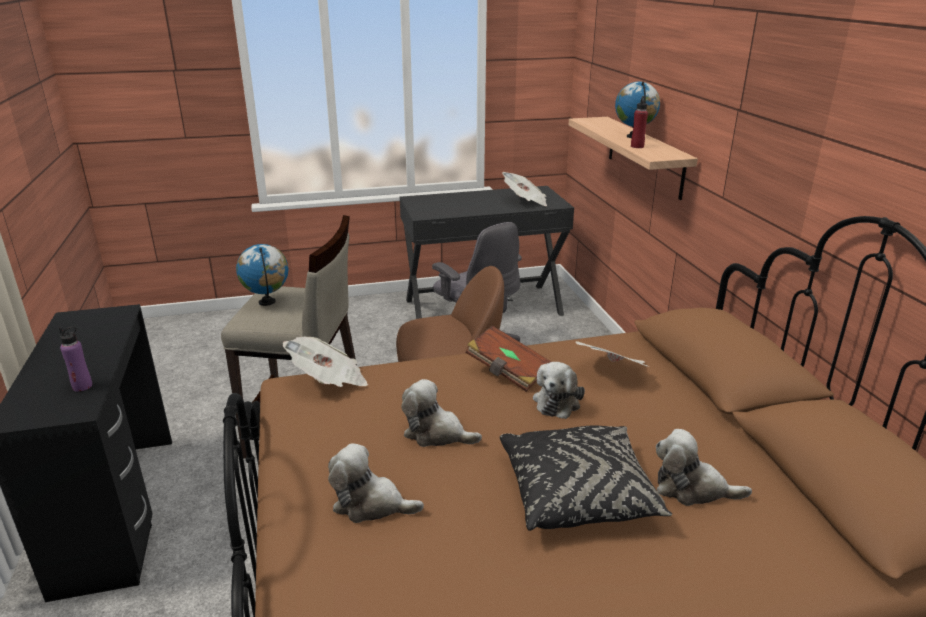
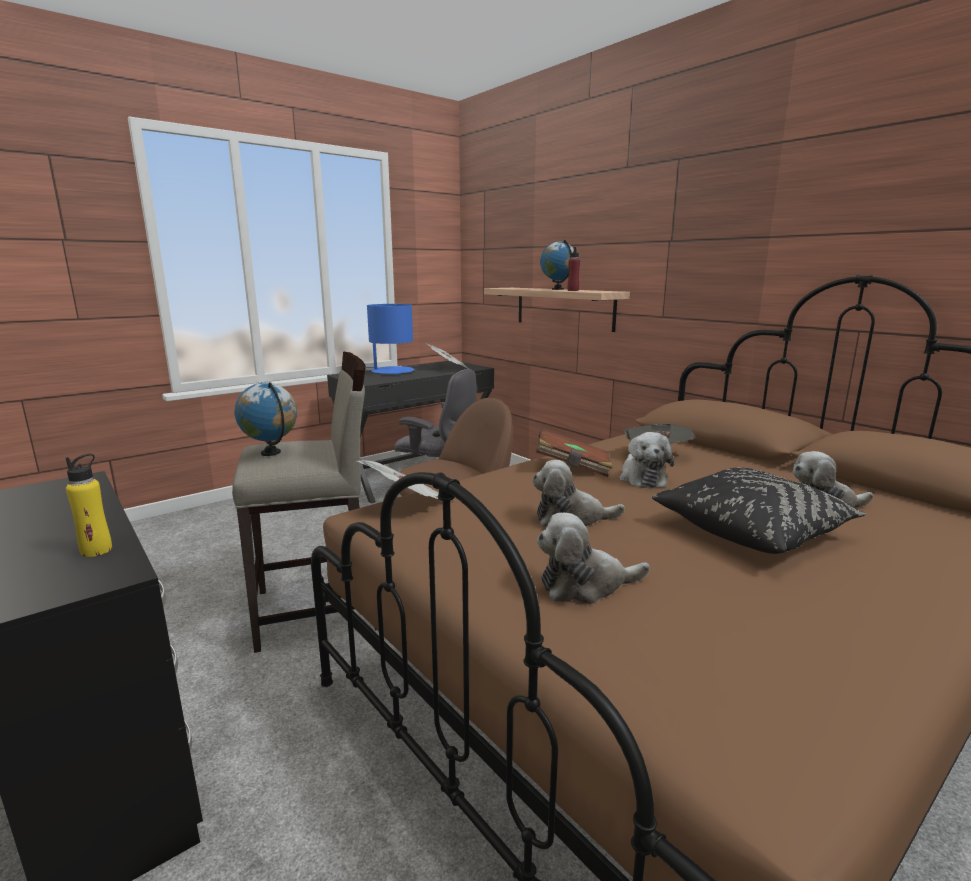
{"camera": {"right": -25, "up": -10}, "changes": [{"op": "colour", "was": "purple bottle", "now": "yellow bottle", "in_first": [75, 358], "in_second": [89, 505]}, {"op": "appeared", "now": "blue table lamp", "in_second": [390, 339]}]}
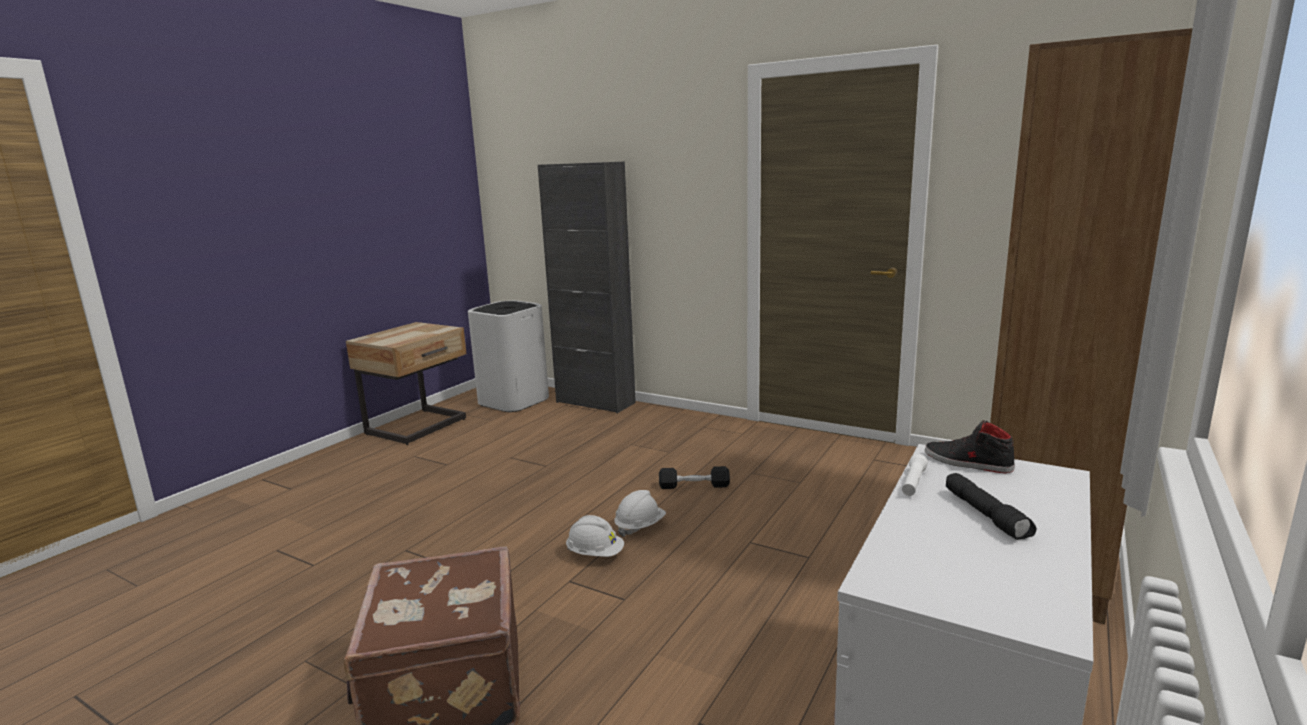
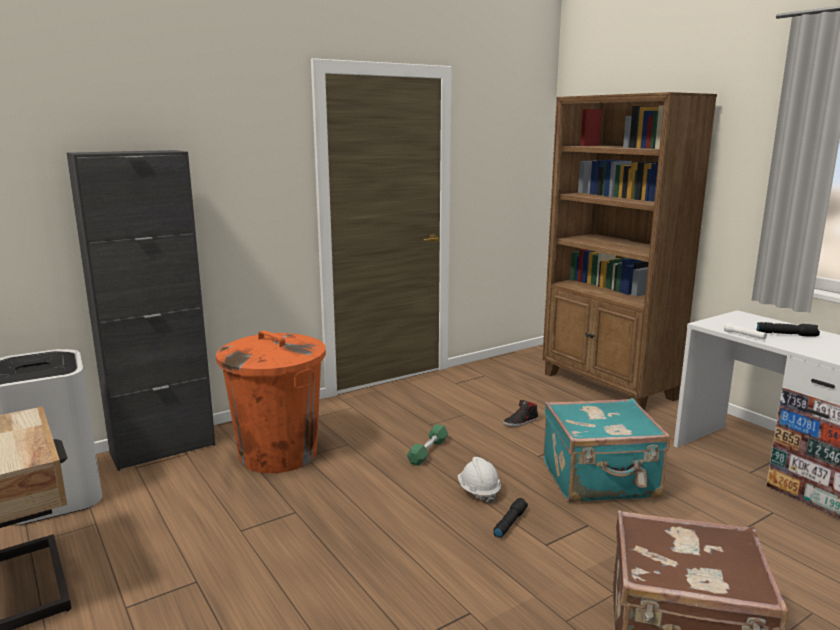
{"camera": {"right": -65, "up": 0}, "changes": [{"op": "exchanged", "was": "white hard hat", "now": "black flashlight", "in_first": [595, 536], "in_second": [510, 518]}, {"op": "colour", "was": "black dumbbell", "now": "green dumbbell", "in_first": [694, 477], "in_second": [427, 445]}, {"op": "relocated", "was": "black shoe", "in_first": [970, 447], "in_second": [520, 413]}, {"op": "appeared", "now": "orange trash can", "in_second": [271, 401]}, {"op": "appeared", "now": "turquoise suitcase", "in_second": [606, 450]}]}
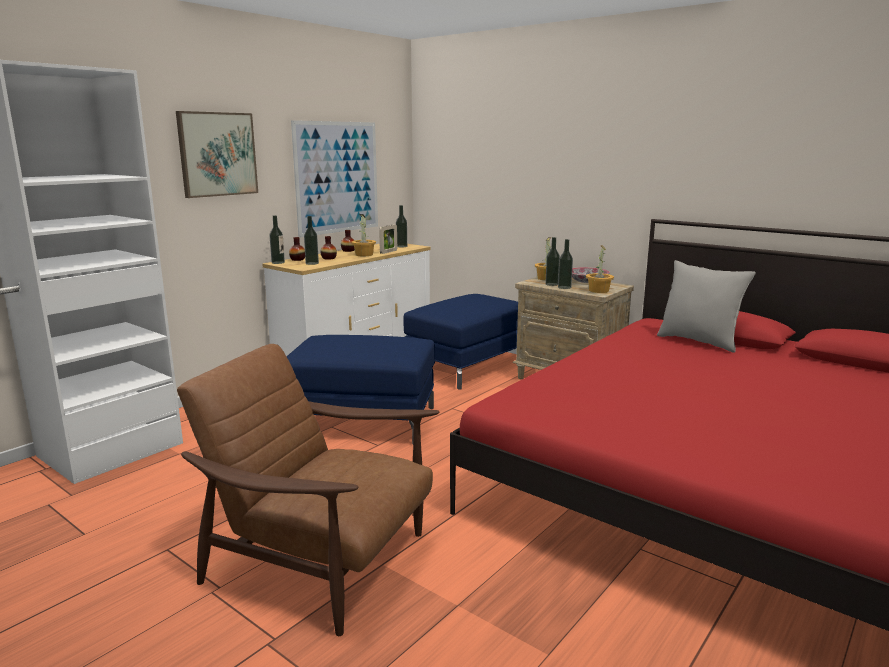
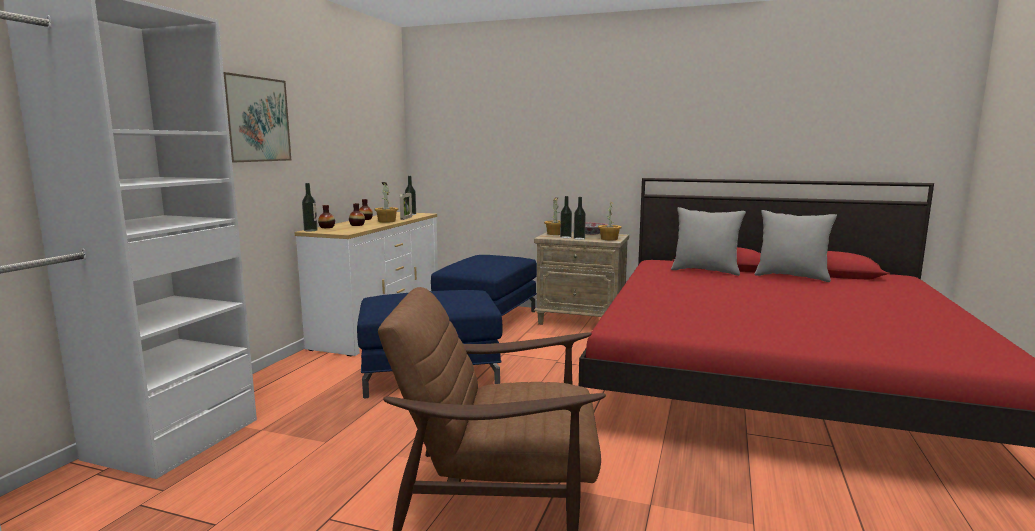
{"camera": {"right": -20, "up": -5}, "changes": [{"op": "missing", "was": "picture", "in_first": [334, 178]}, {"op": "missing", "was": "bottle", "in_first": [311, 240]}, {"op": "appeared", "now": "grey pillow", "in_second": [795, 246]}]}
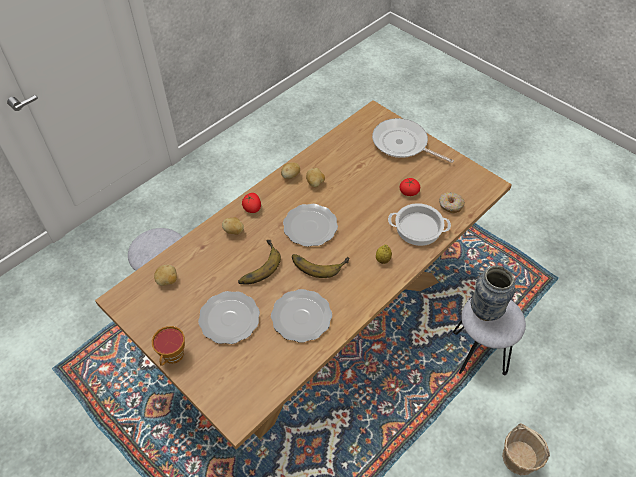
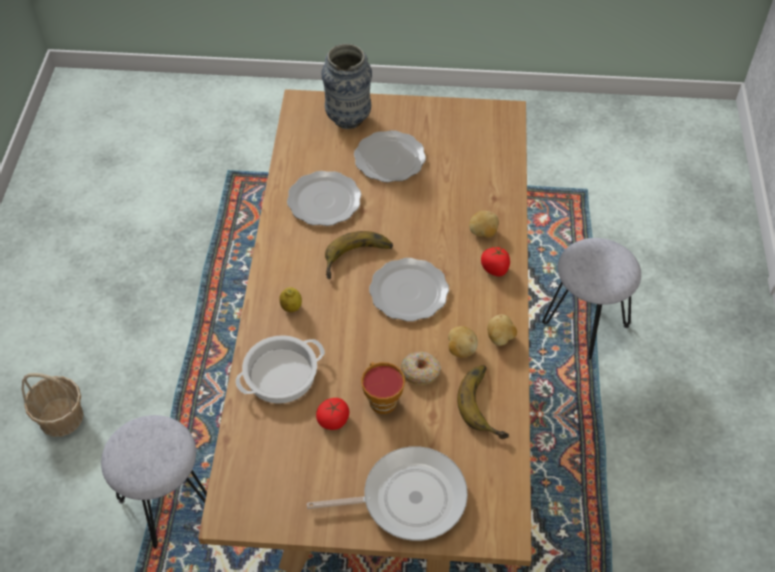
{"camera": {"right": 140, "up": 0}, "changes": [{"op": "relocated", "was": "cup", "in_first": [168, 346], "in_second": [383, 388]}, {"op": "missing", "was": "potato", "in_first": [165, 275]}, {"op": "relocated", "was": "banana", "in_first": [259, 262], "in_second": [483, 402]}, {"op": "relocated", "was": "donut", "in_first": [452, 203], "in_second": [421, 368]}, {"op": "relocated", "was": "vase", "in_first": [493, 293], "in_second": [346, 86]}]}
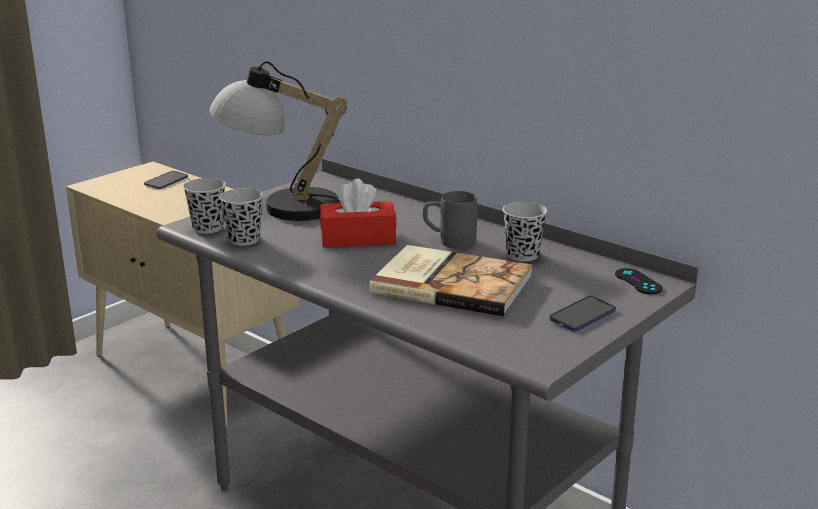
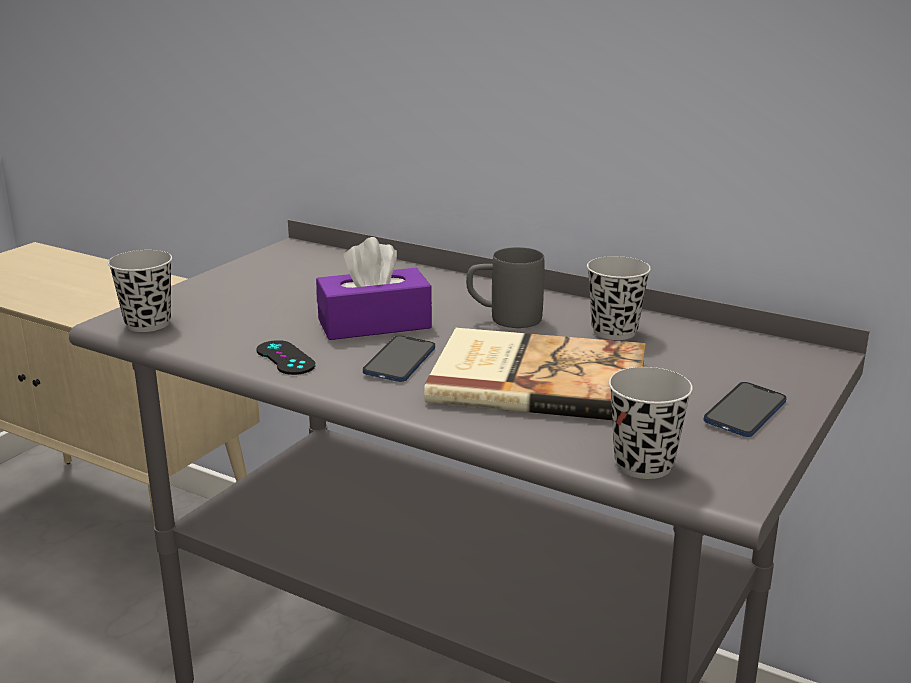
{"camera": {"right": -10, "up": 0}, "changes": [{"op": "relocated", "was": "phone", "in_first": [166, 180], "in_second": [399, 358]}, {"op": "missing", "was": "table lamp", "in_first": [278, 141]}, {"op": "relocated", "was": "black cup", "in_first": [241, 217], "in_second": [651, 423]}, {"op": "colour", "was": "red tissue box", "now": "purple tissue box", "in_first": [358, 213], "in_second": [374, 288]}, {"op": "relocated", "was": "black game controller", "in_first": [639, 281], "in_second": [286, 357]}]}
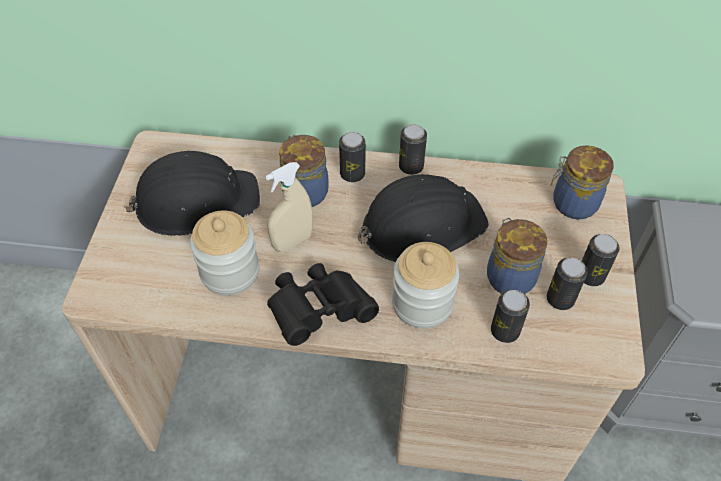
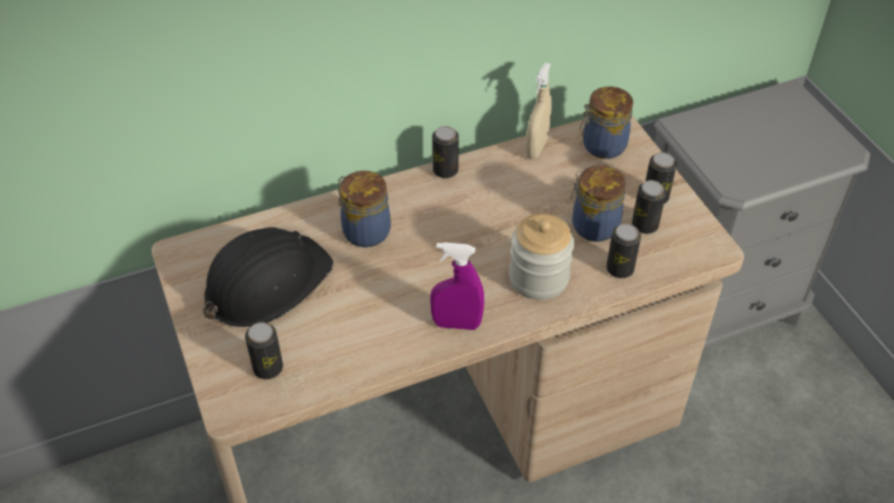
{"camera": {"right": -30, "up": -5}, "changes": [{"op": "missing", "was": "jar", "in_first": [225, 253]}, {"op": "relocated", "was": "beige spray bottle", "in_first": [289, 207], "in_second": [538, 110]}, {"op": "exchanged", "was": "black binoculars", "now": "purple spray bottle", "in_first": [323, 304], "in_second": [457, 286]}, {"op": "relocated", "was": "can", "in_first": [352, 157], "in_second": [264, 350]}, {"op": "missing", "was": "black hard hat", "in_first": [423, 218]}]}
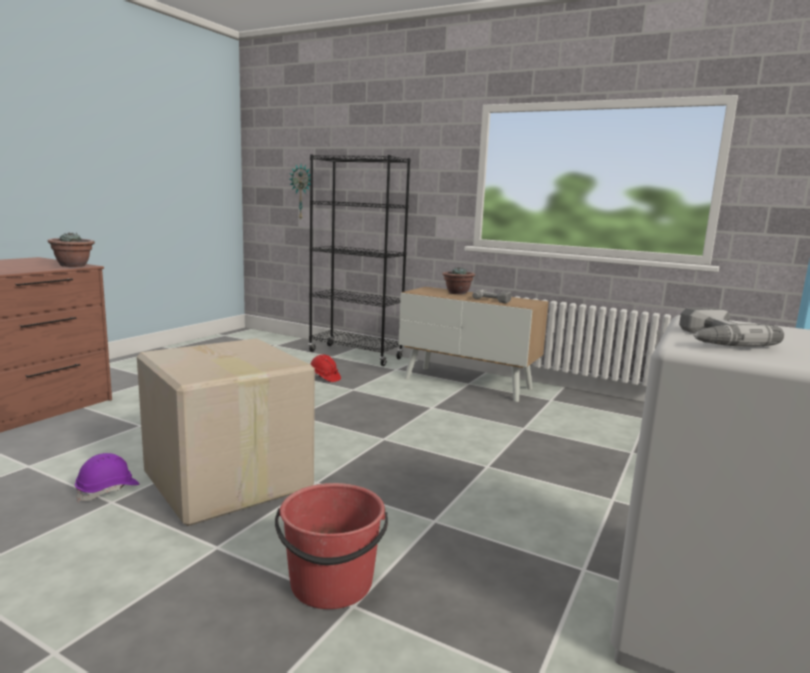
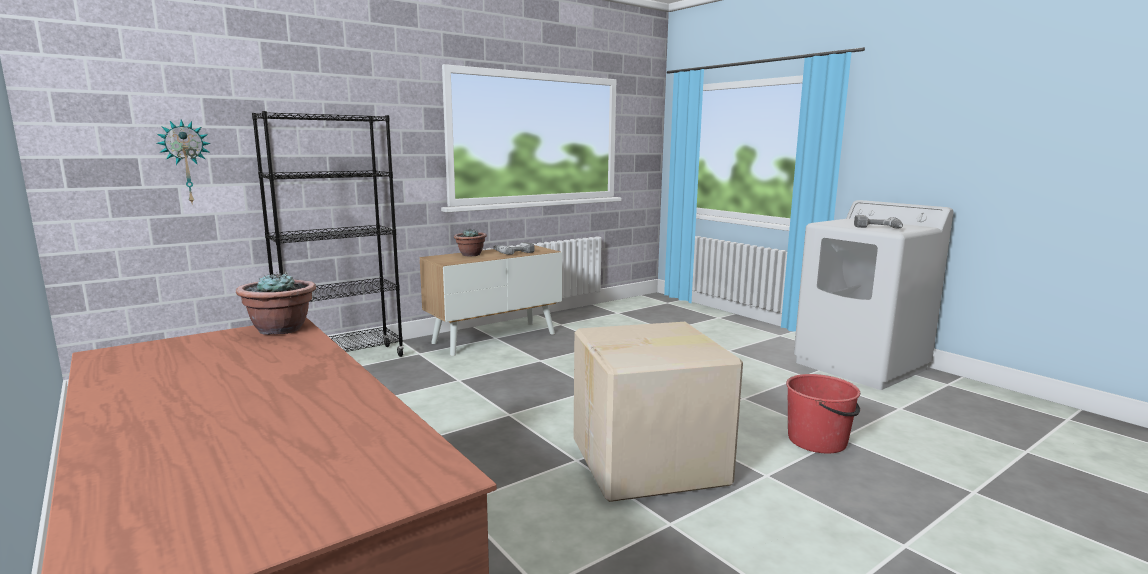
{"camera": {"right": -65, "up": 0}, "changes": [{"op": "missing", "was": "purple hard hat", "in_first": [107, 477]}, {"op": "missing", "was": "red hard hat", "in_first": [325, 368]}]}
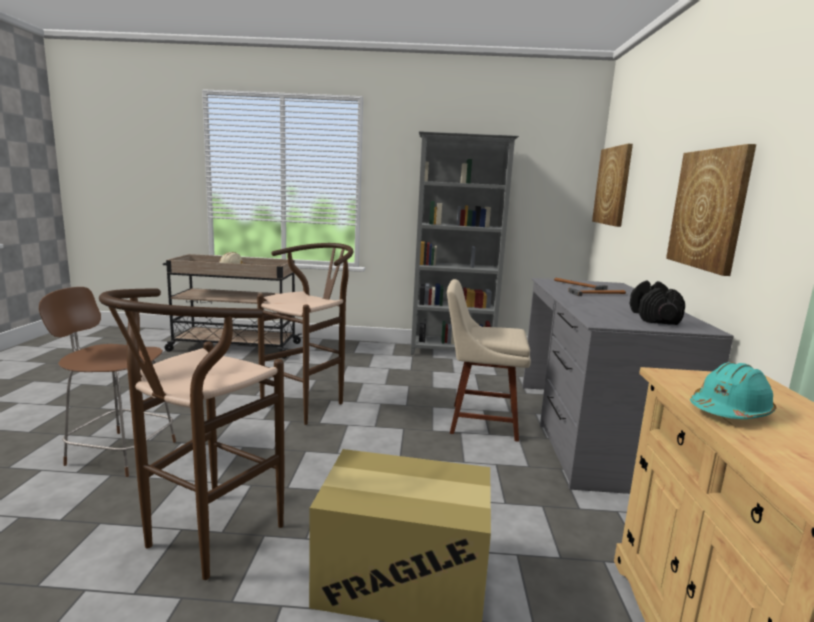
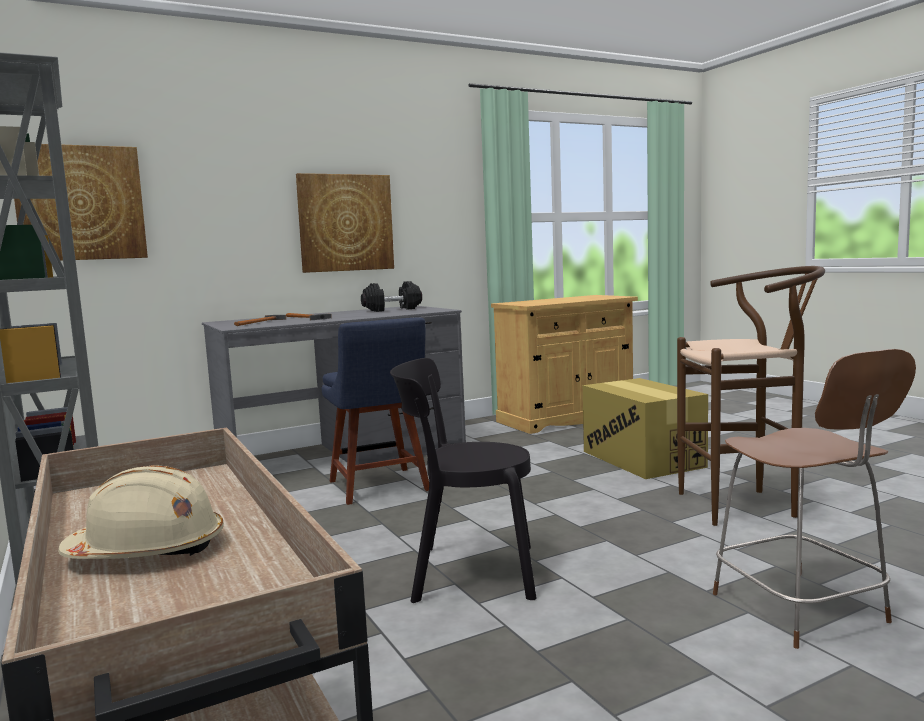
{"camera": {"right": -120, "up": -5}, "changes": [{"op": "exchanged", "was": "brown stool", "now": "black chair", "in_first": [305, 334], "in_second": [463, 480]}, {"op": "colour", "was": "beige chair", "now": "blue chair", "in_first": [489, 360], "in_second": [375, 411]}, {"op": "missing", "was": "turquoise hard hat", "in_first": [733, 390]}]}
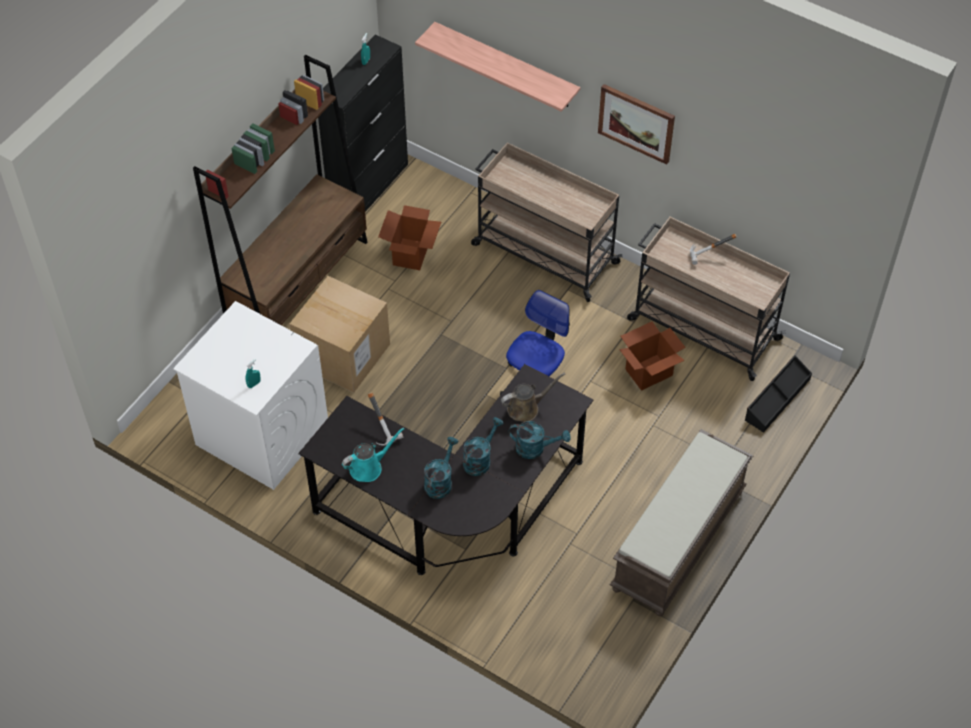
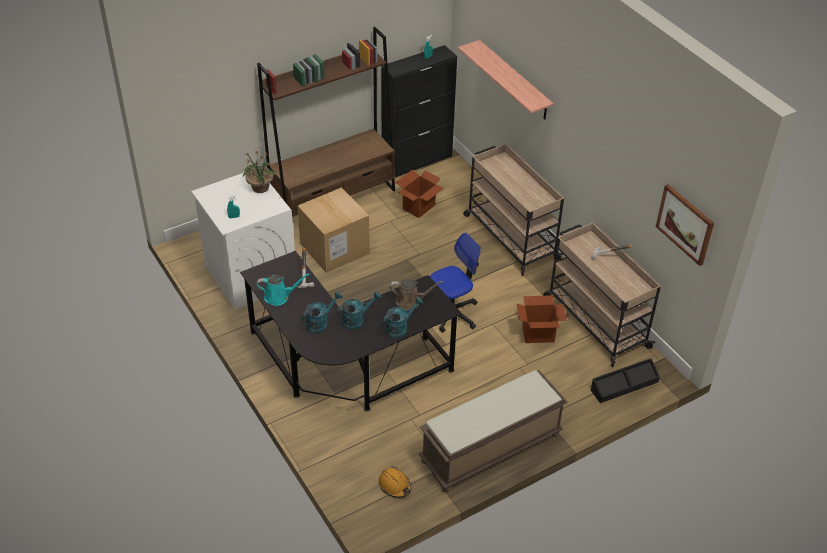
{"camera": {"right": 25, "up": -10}, "changes": [{"op": "spun", "was": "turquoise watering can", "in_first": [539, 440], "in_second": [402, 317], "clockwise": -75}, {"op": "relocated", "was": "picture", "in_first": [636, 124], "in_second": [685, 225]}, {"op": "appeared", "now": "potted plant", "in_second": [259, 171]}, {"op": "appeared", "now": "orange hard hat", "in_second": [395, 482]}]}
